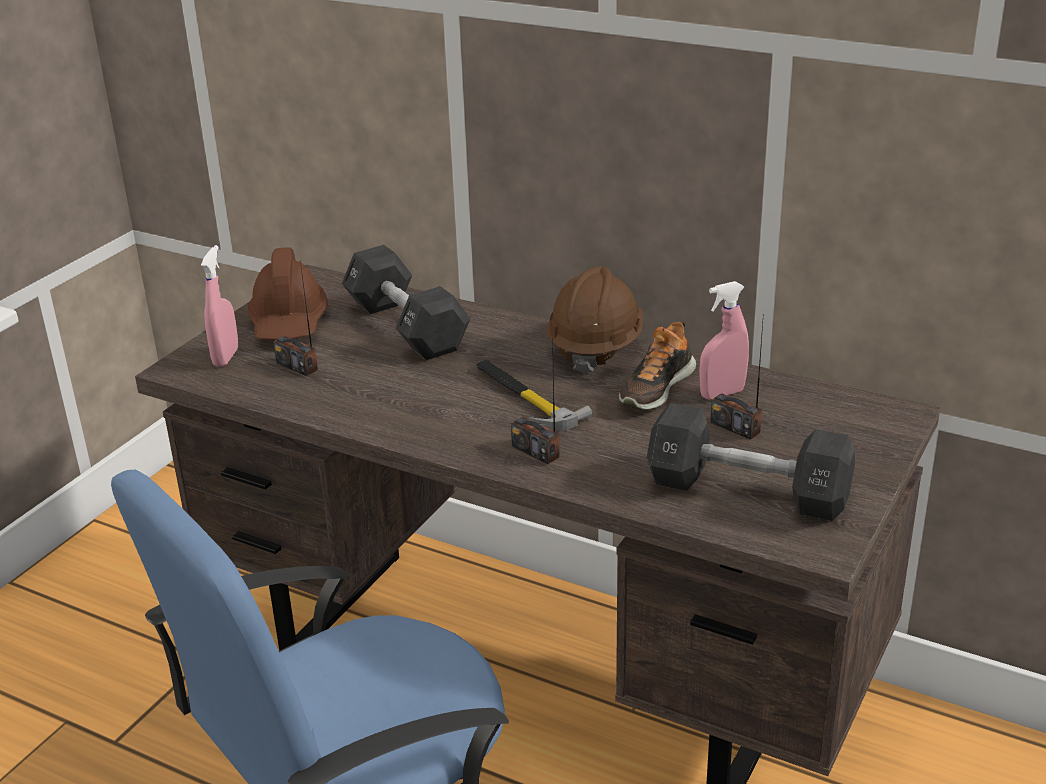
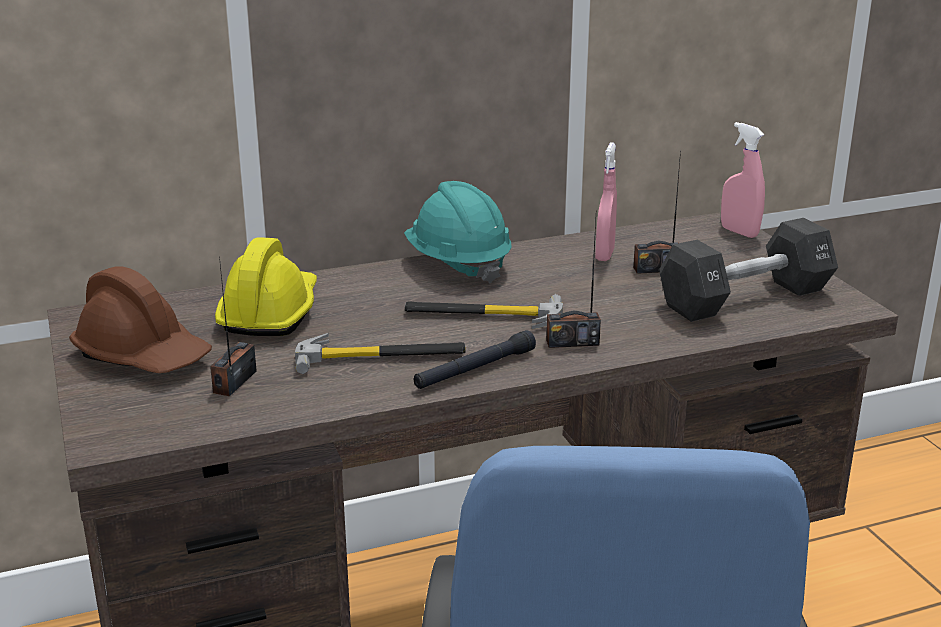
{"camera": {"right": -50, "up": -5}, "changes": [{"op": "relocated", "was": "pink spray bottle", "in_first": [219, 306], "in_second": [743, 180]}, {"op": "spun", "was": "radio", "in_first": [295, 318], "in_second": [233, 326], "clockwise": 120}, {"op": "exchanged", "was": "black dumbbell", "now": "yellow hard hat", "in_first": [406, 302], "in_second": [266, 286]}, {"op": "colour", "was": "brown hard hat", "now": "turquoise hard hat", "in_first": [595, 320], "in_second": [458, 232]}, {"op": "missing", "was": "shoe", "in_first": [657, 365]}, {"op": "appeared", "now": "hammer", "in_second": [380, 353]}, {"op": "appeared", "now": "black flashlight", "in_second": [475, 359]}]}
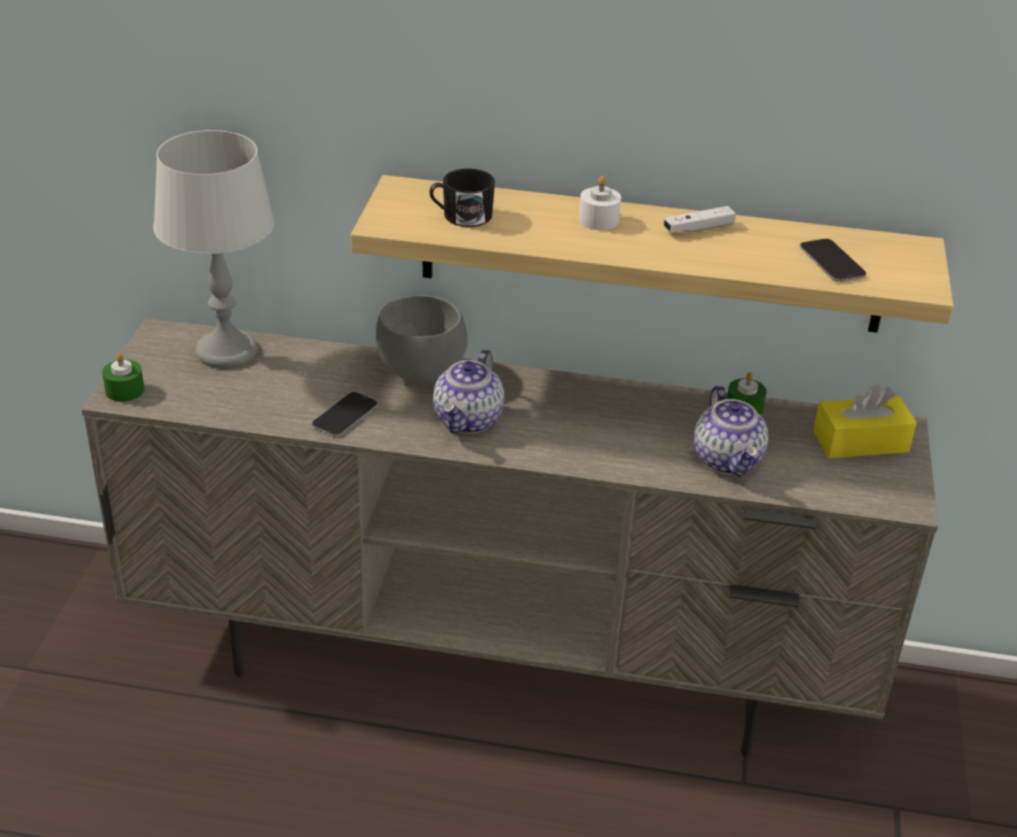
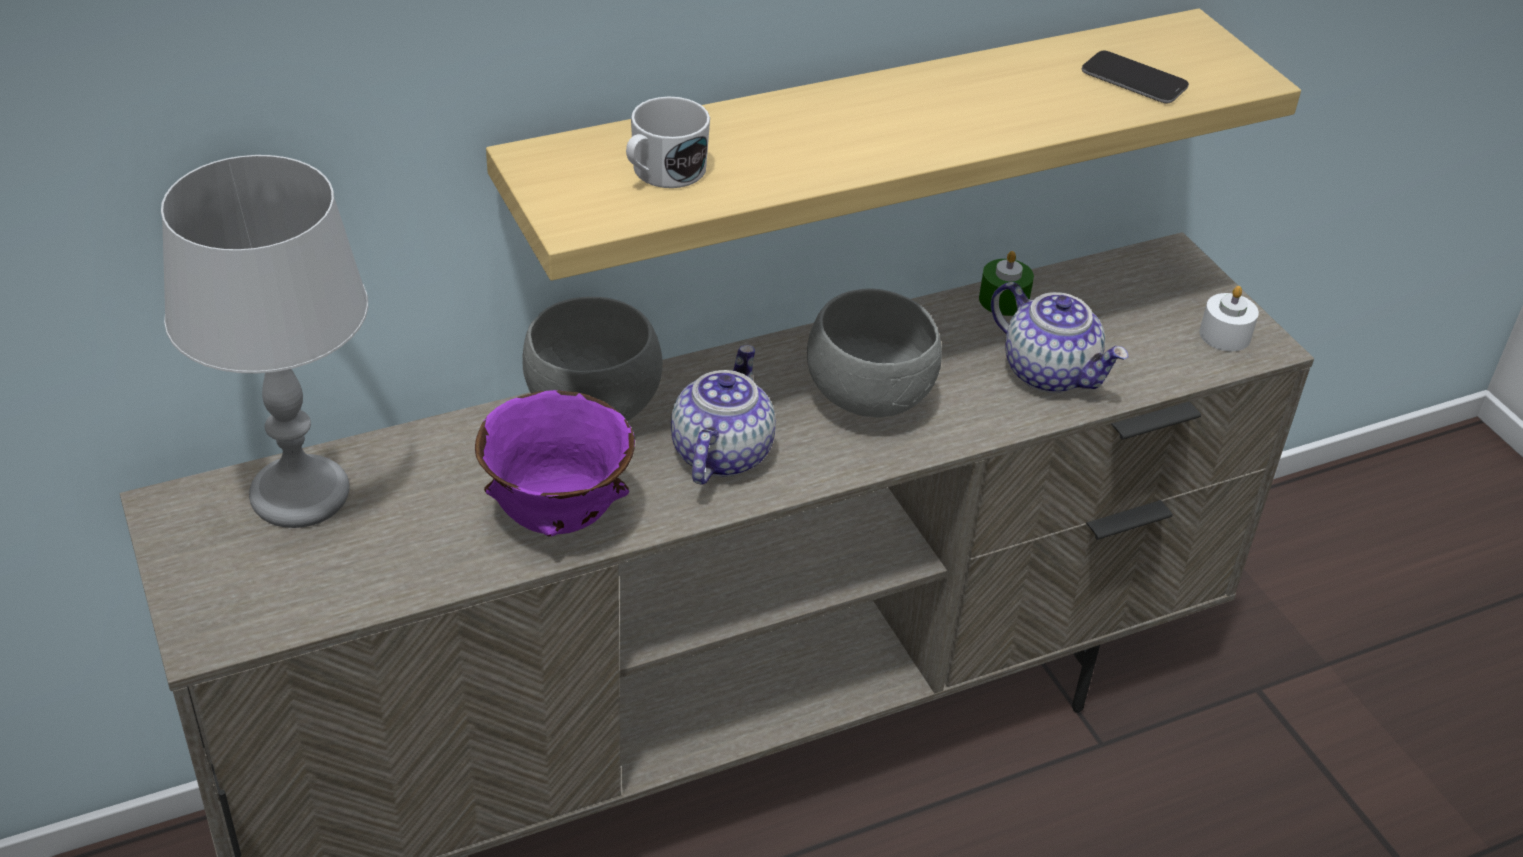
{"camera": {"right": -35, "up": 5}, "changes": [{"op": "missing", "was": "green candle", "in_first": [123, 377]}, {"op": "exchanged", "was": "phone", "now": "purple bowl", "in_first": [344, 414], "in_second": [555, 463]}, {"op": "colour", "was": "black mug", "now": "white mug", "in_first": [462, 197], "in_second": [668, 142]}, {"op": "spun", "was": "teapot", "in_first": [468, 391], "in_second": [723, 414], "clockwise": -150}, {"op": "relocated", "was": "white candle", "in_first": [600, 203], "in_second": [1229, 318]}, {"op": "missing", "was": "white game controller", "in_first": [700, 219]}, {"op": "missing", "was": "yellow tissue box", "in_first": [865, 421]}, {"op": "appeared", "now": "grey bowl", "in_second": [874, 353]}]}
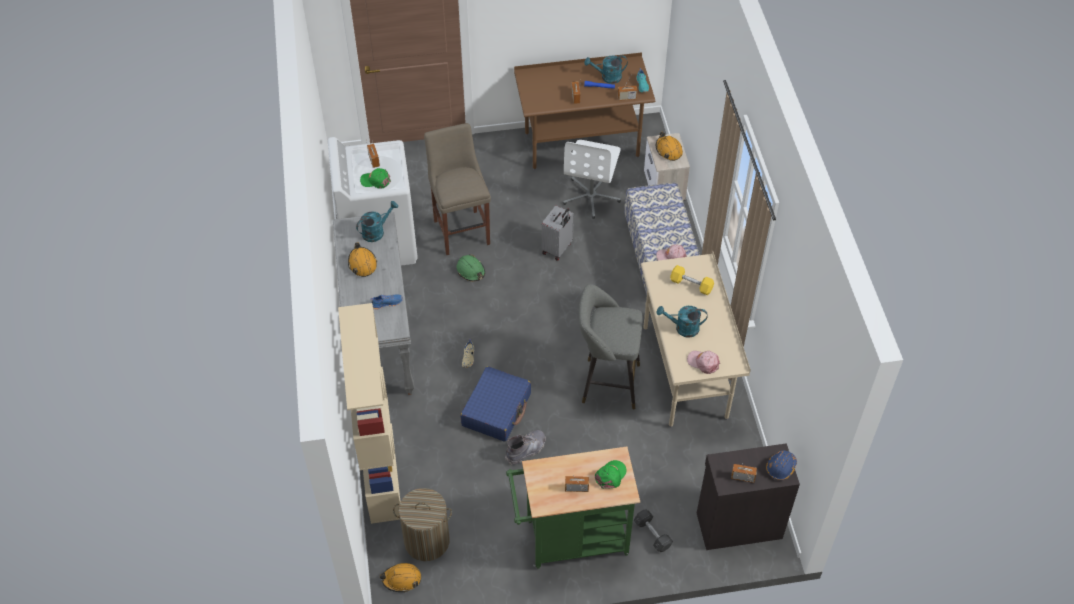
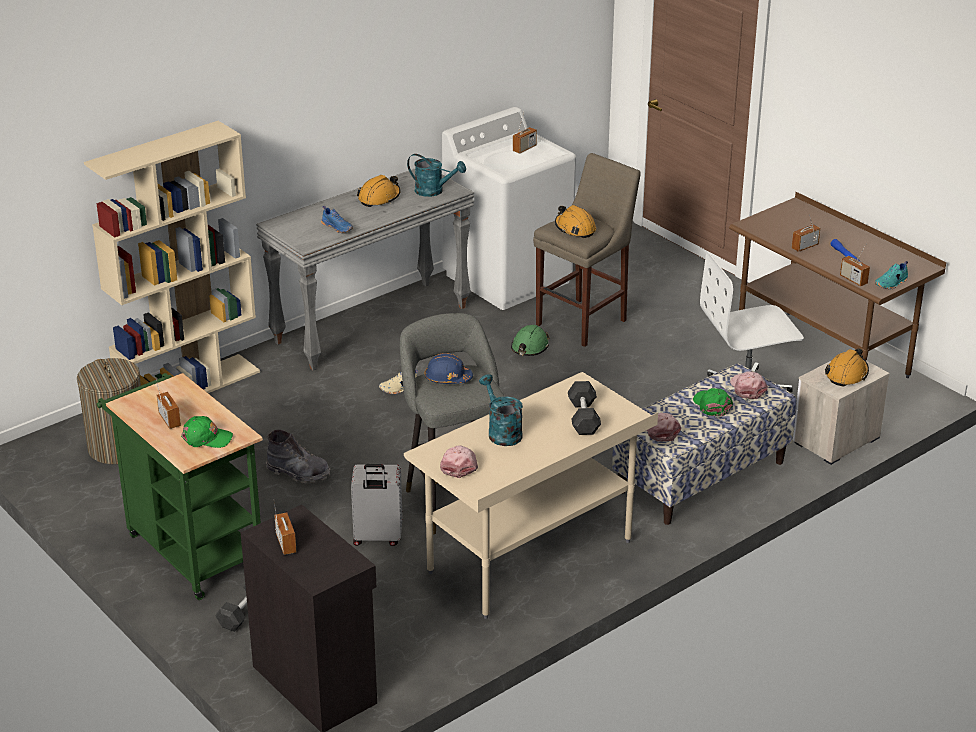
{"camera": {"right": 60, "up": -20}, "changes": [{"op": "relocated", "was": "green cap", "in_first": [375, 178], "in_second": [713, 402]}, {"op": "relocated", "was": "orange hard hat", "in_first": [400, 578], "in_second": [575, 221]}, {"op": "missing", "was": "blue suitcase", "in_first": [495, 404]}, {"op": "relocated", "was": "grey suitcase", "in_first": [558, 232], "in_second": [377, 505]}, {"op": "missing", "was": "turquoise watering can", "in_first": [606, 70]}, {"op": "colour", "was": "yellow dumbbell", "now": "grey dumbbell", "in_first": [692, 280], "in_second": [584, 408]}, {"op": "relocated", "was": "blue hard hat", "in_first": [781, 465], "in_second": [448, 368]}, {"op": "appeared", "now": "pink cap", "in_second": [749, 385]}]}
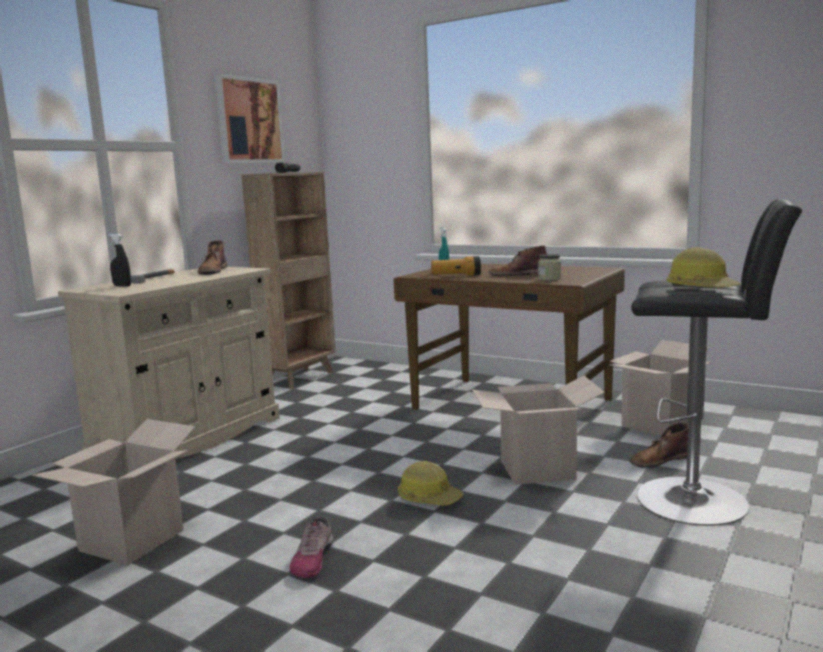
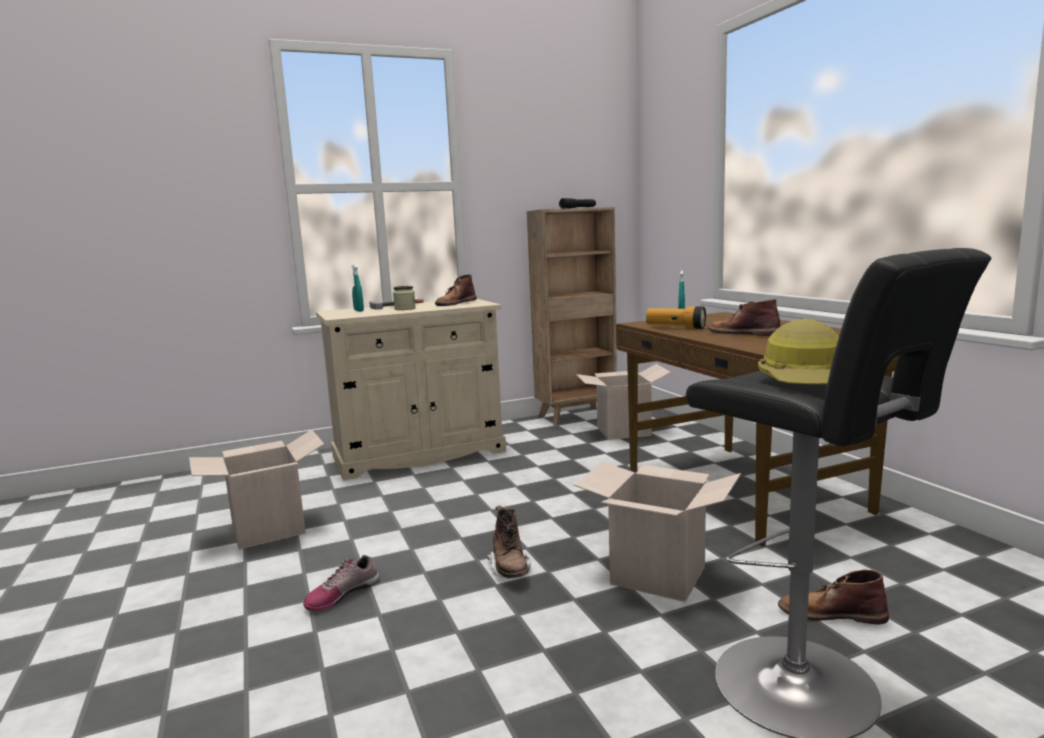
{"camera": {"right": 35, "up": 0}, "changes": [{"op": "colour", "was": "black spray bottle", "now": "turquoise spray bottle", "in_first": [119, 260], "in_second": [357, 288]}, {"op": "missing", "was": "picture", "in_first": [250, 118]}, {"op": "exchanged", "was": "hard hat", "now": "brown boot", "in_first": [431, 483], "in_second": [509, 542]}, {"op": "relocated", "was": "jar", "in_first": [549, 267], "in_second": [404, 298]}, {"op": "relocated", "was": "cardboard box", "in_first": [661, 388], "in_second": [623, 402]}]}
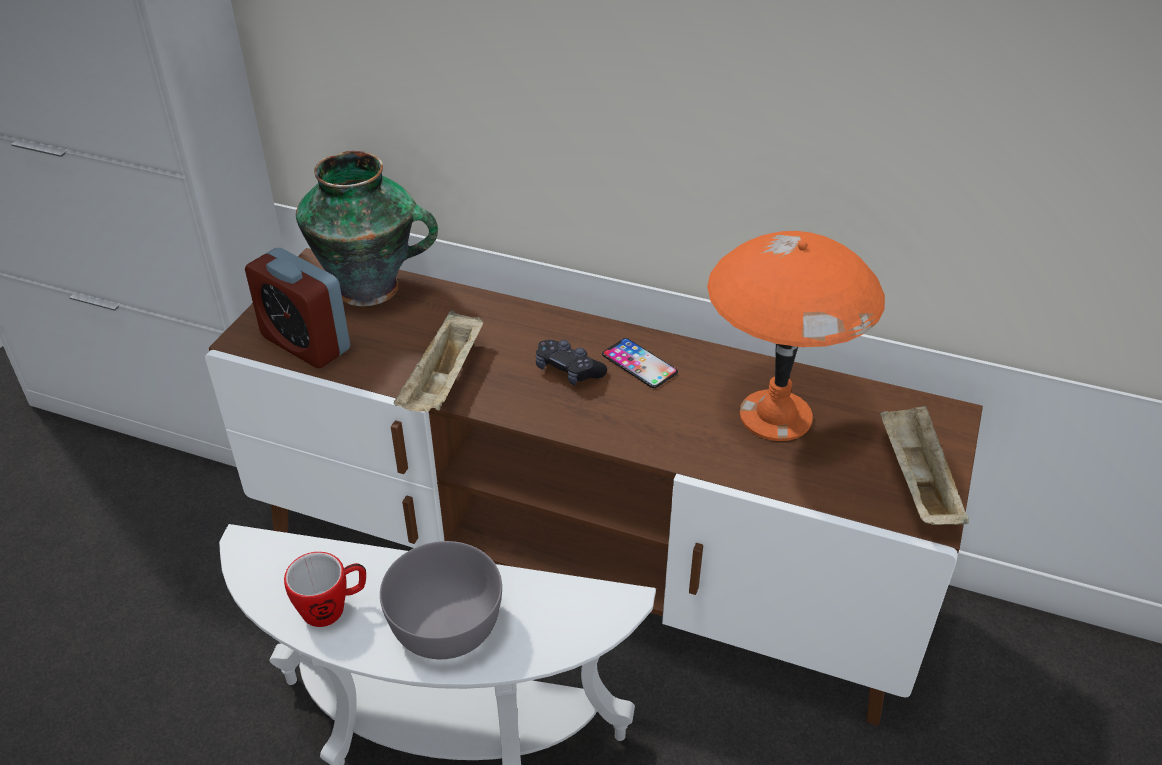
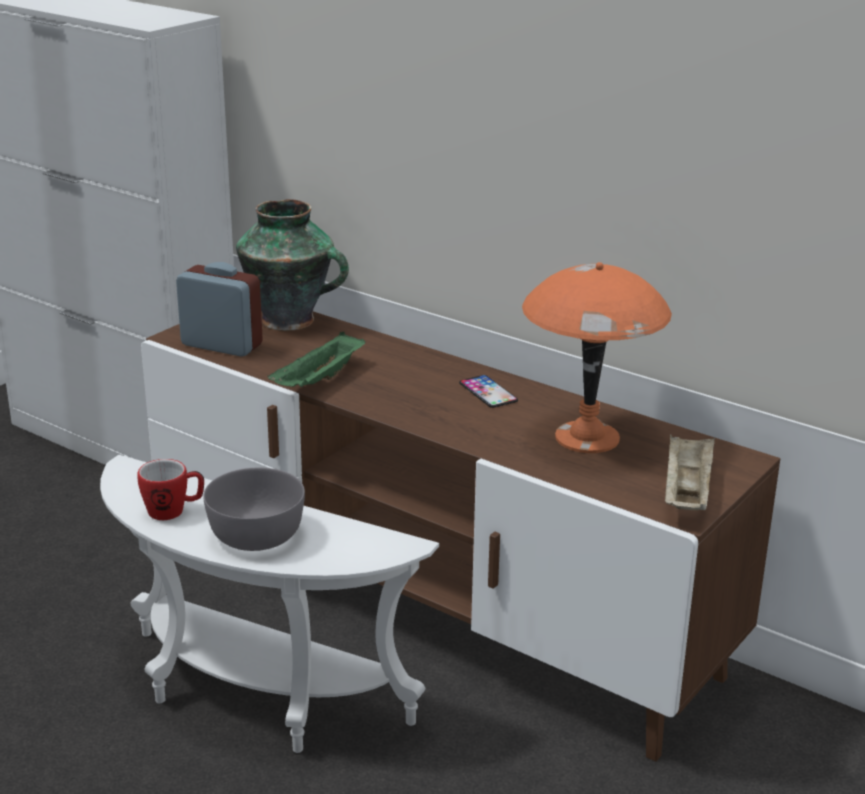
{"camera": {"right": 15, "up": -15}, "changes": [{"op": "spun", "was": "alarm clock", "in_first": [297, 308], "in_second": [219, 309], "clockwise": 150}, {"op": "colour", "was": "beige tray", "now": "green tray", "in_first": [439, 361], "in_second": [316, 359]}, {"op": "missing", "was": "black game controller", "in_first": [571, 362]}]}
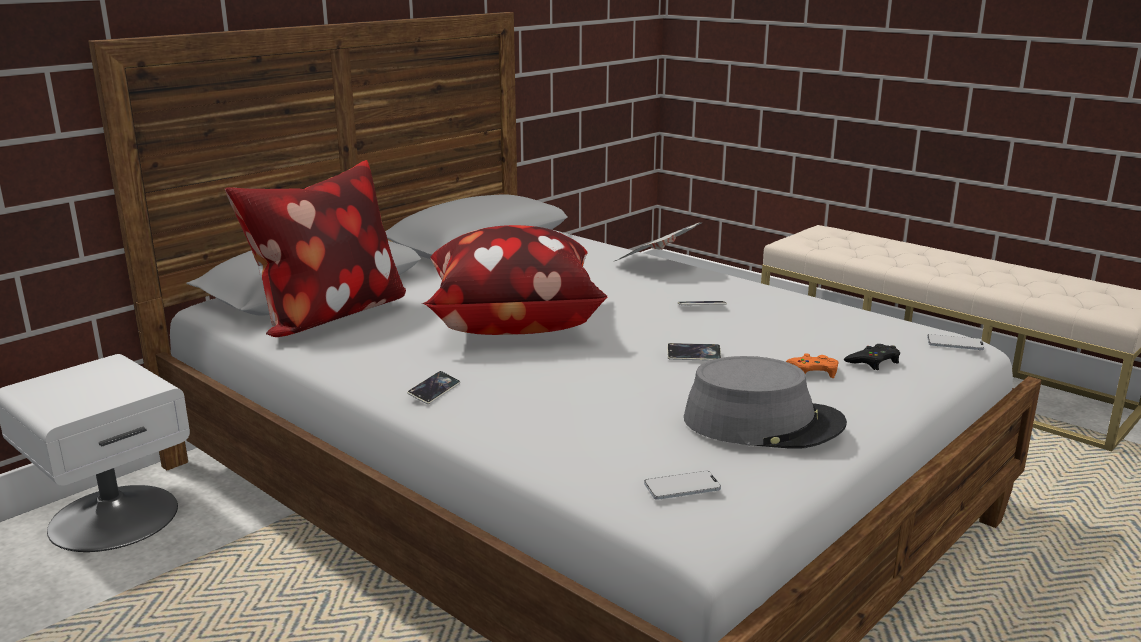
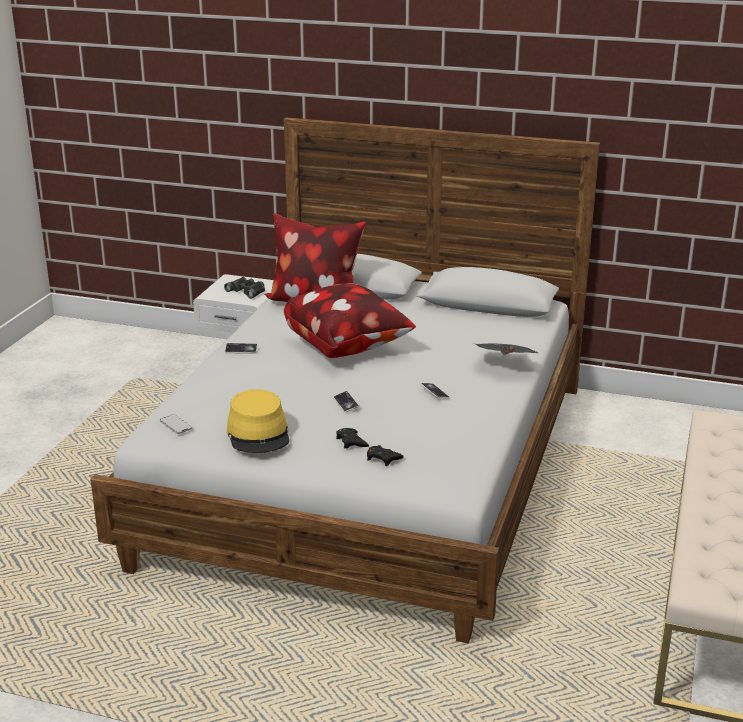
{"camera": {"right": 65, "up": 5}, "changes": [{"op": "colour", "was": "grey hat", "now": "yellow hat", "in_first": [765, 402], "in_second": [257, 421]}, {"op": "colour", "was": "orange game controller", "now": "black game controller", "in_first": [812, 365], "in_second": [352, 438]}, {"op": "missing", "was": "phone", "in_first": [955, 342]}, {"op": "appeared", "now": "black binoculars", "in_second": [244, 288]}]}
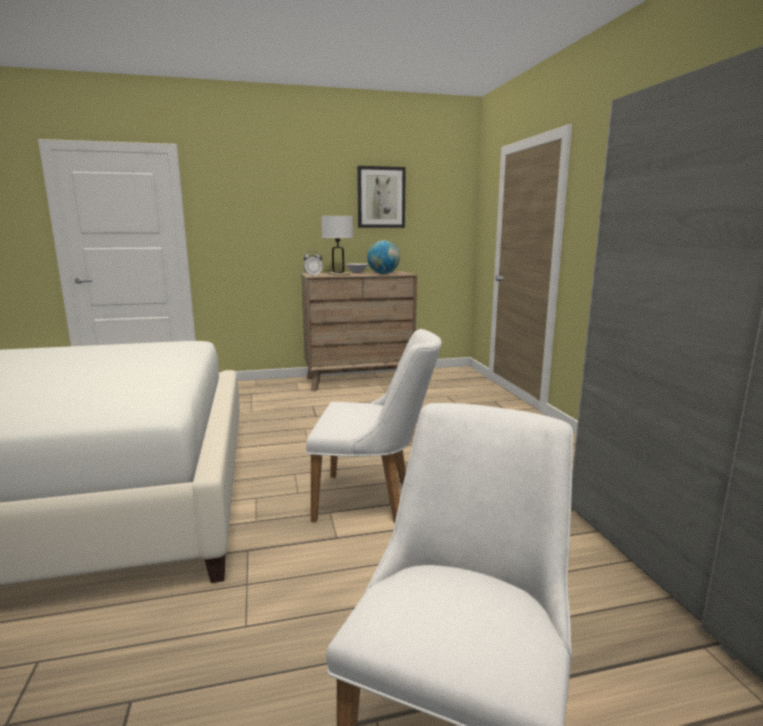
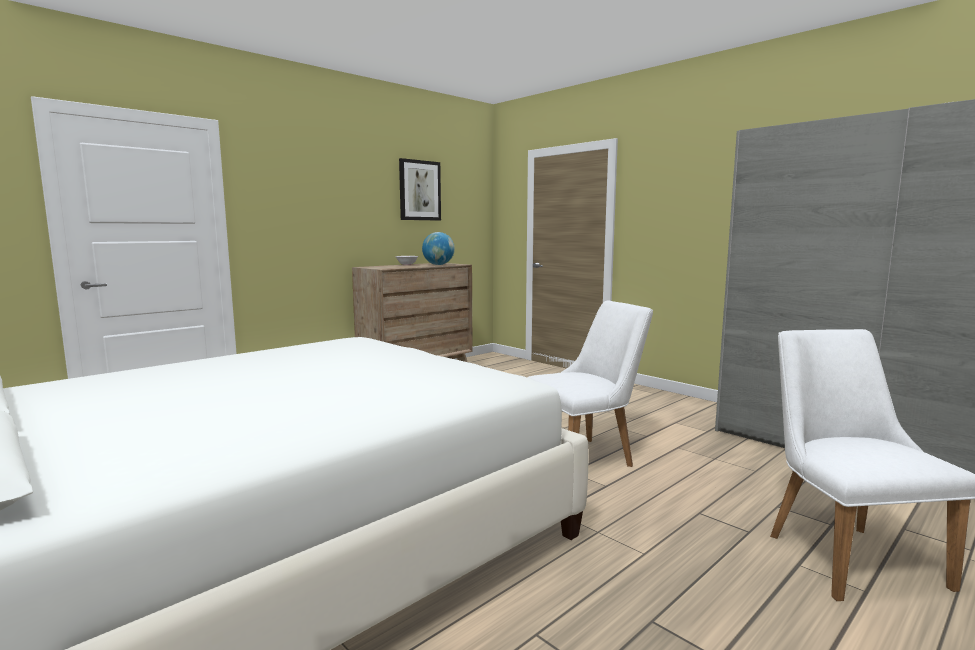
{"camera": {"right": -30, "up": -5}, "changes": [{"op": "missing", "was": "alarm clock", "in_first": [312, 264]}, {"op": "missing", "was": "white table lamp", "in_first": [337, 246]}]}
